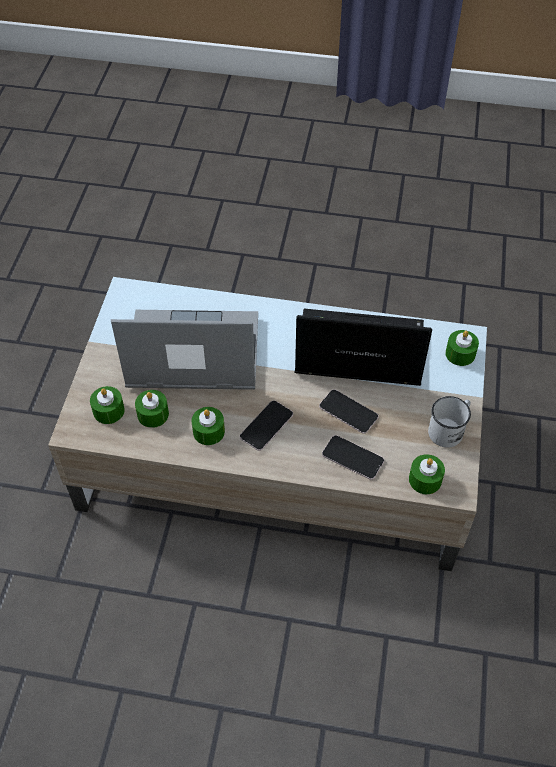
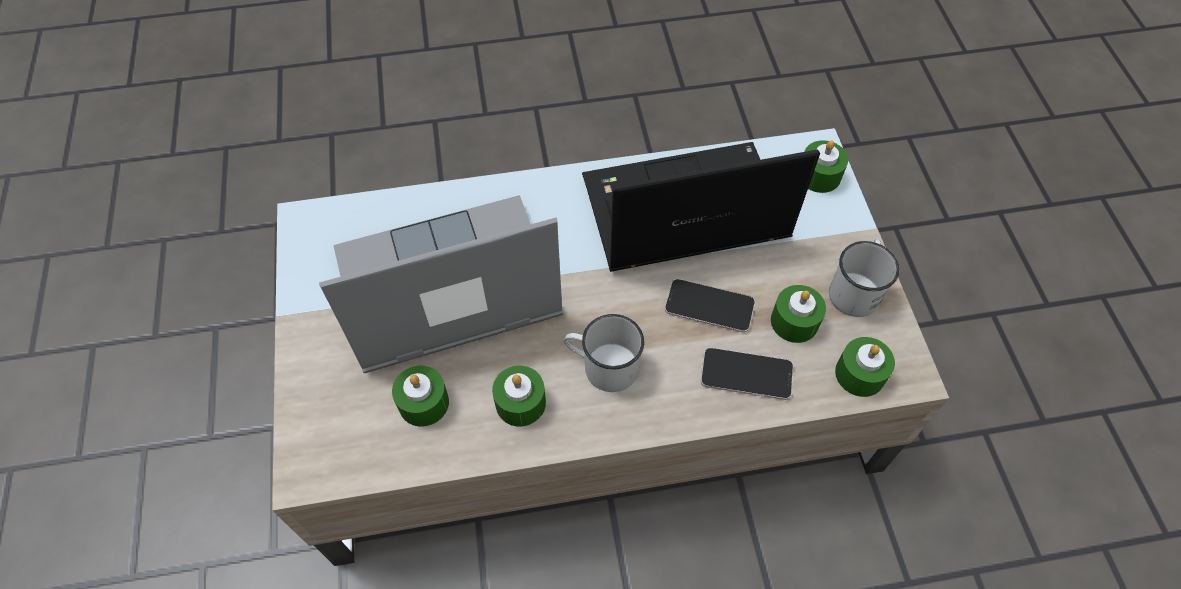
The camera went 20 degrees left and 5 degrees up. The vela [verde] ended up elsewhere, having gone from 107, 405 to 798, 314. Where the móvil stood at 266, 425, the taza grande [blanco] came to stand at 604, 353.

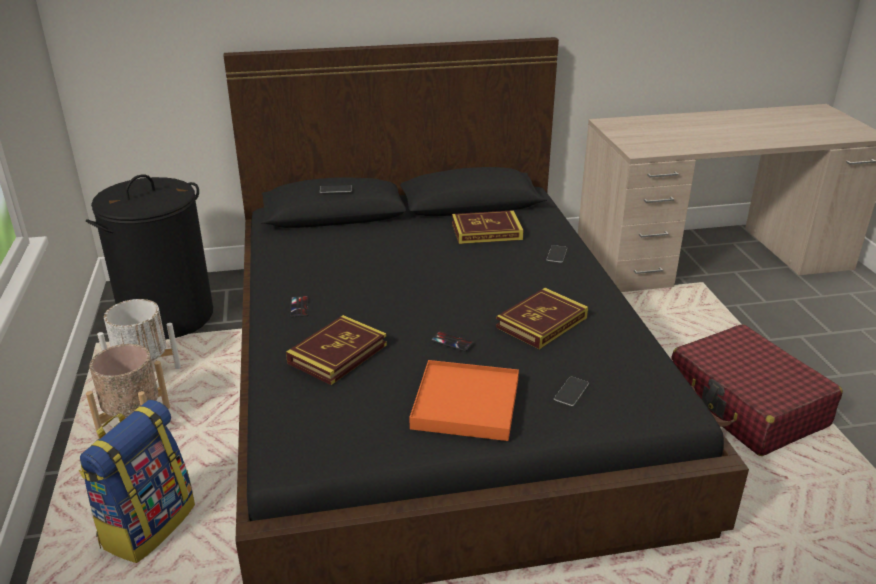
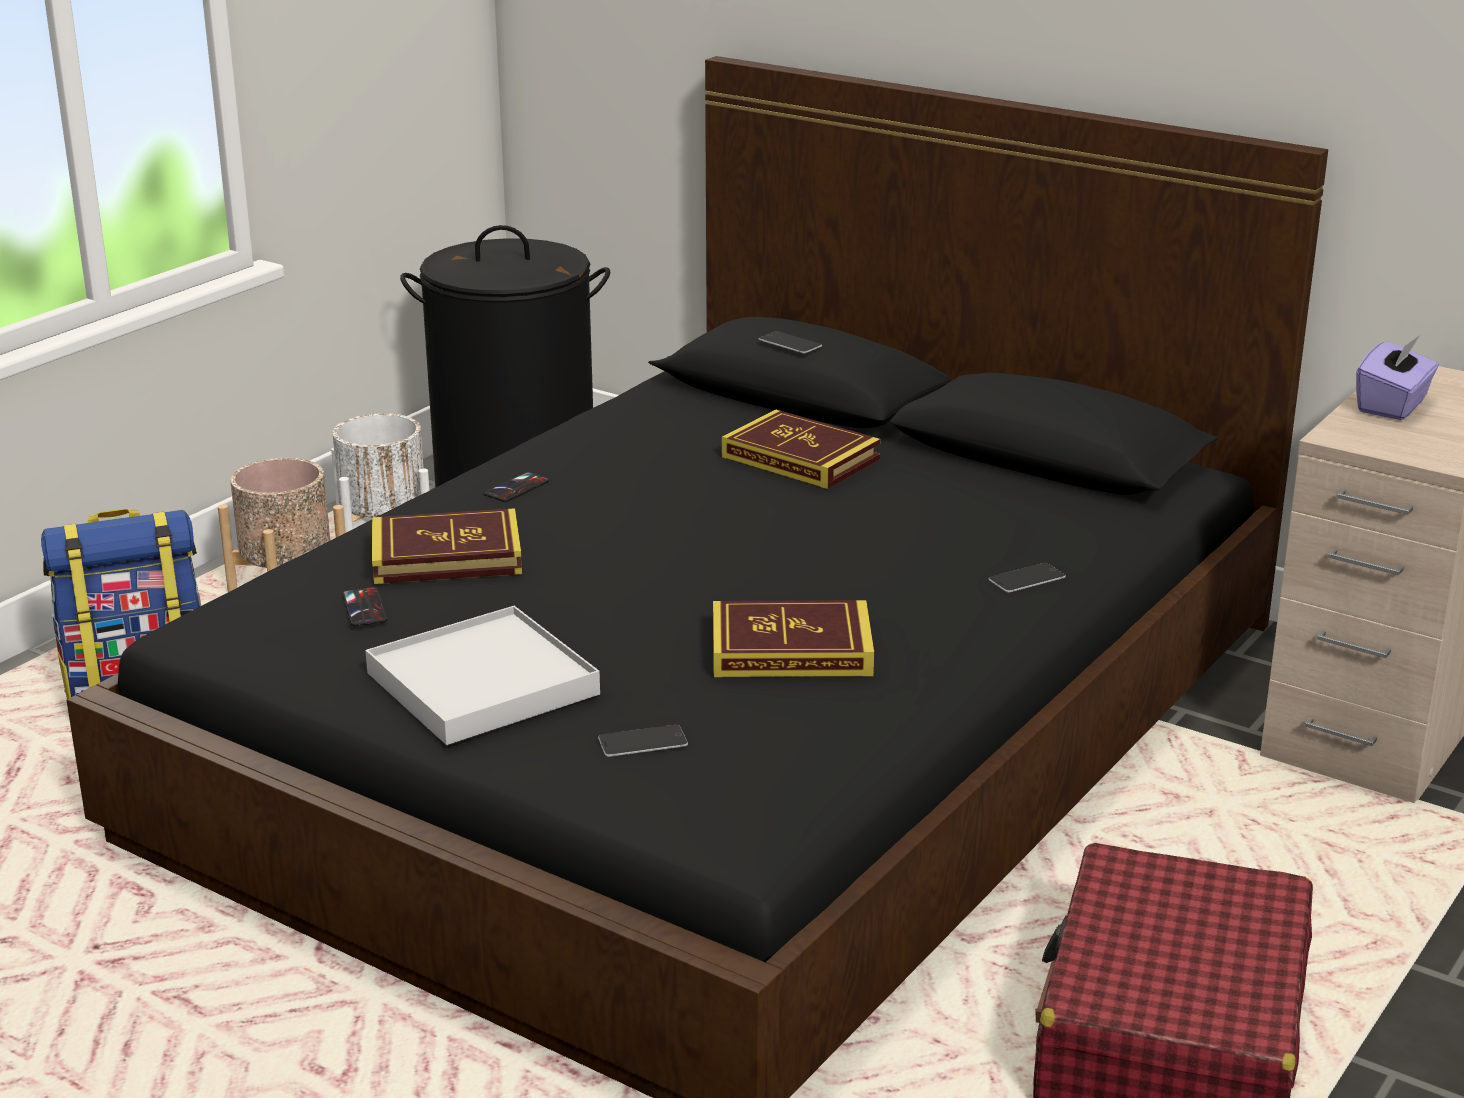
The camera went 45 degrees right and 5 degrees down. The second view gained the caja de pañuelos [morado] at 1397, 377. The móvil ended up elsewhere, having gone from 452, 341 to 364, 606. The libro ended up elsewhere, having gone from 487, 227 to 801, 449. What was the bandeja [naranja] at 464, 400 turned into the bandeja [blanco] at 482, 675.

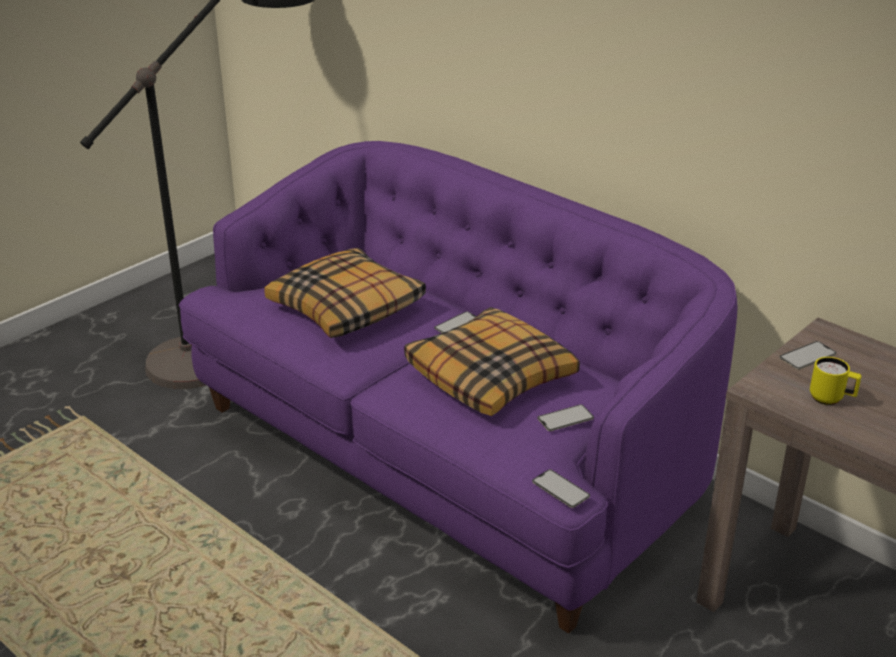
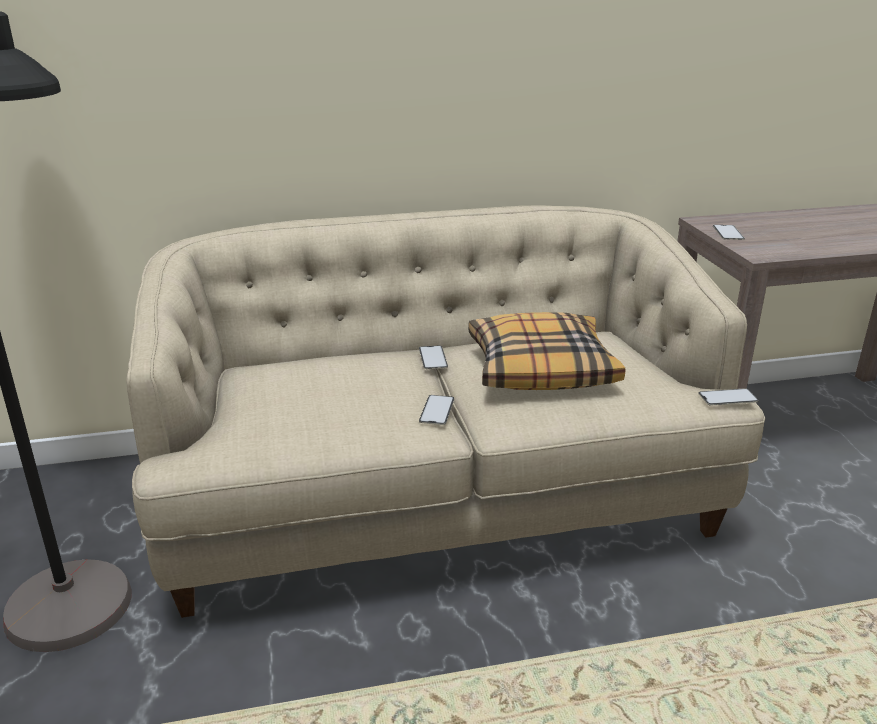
The camera went 55 degrees left and 5 degrees down. The second view lost the cojín at 345, 293. The second view lost the taza grande [amarillo] at 836, 381. The móvil ended up elsewhere, having gone from 565, 417 to 436, 410. What was the sofá [morado] at 458, 387 turned into the sofá [beis] at 445, 412.

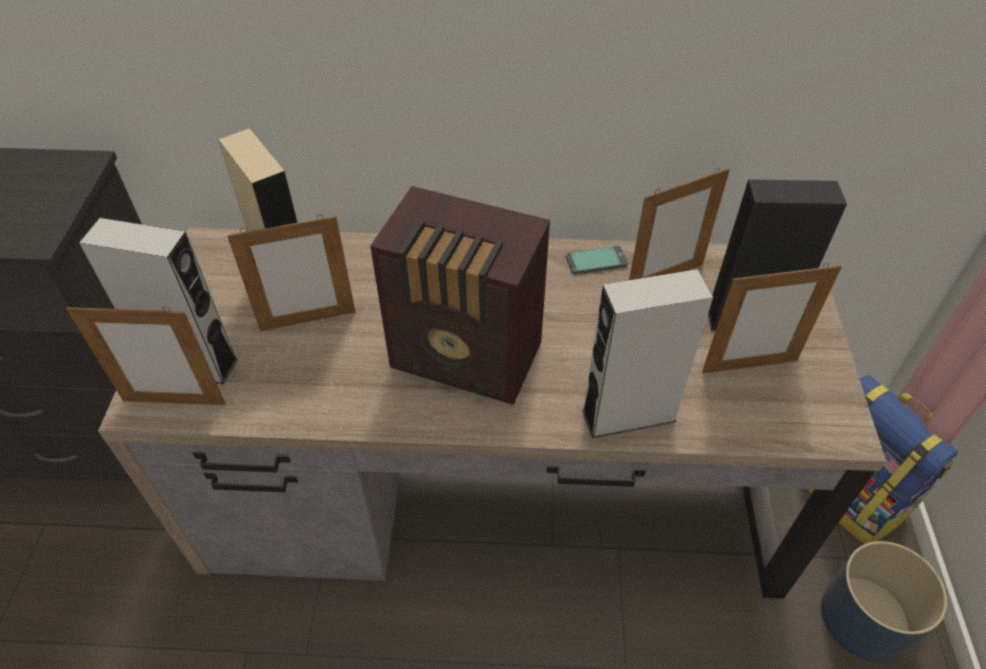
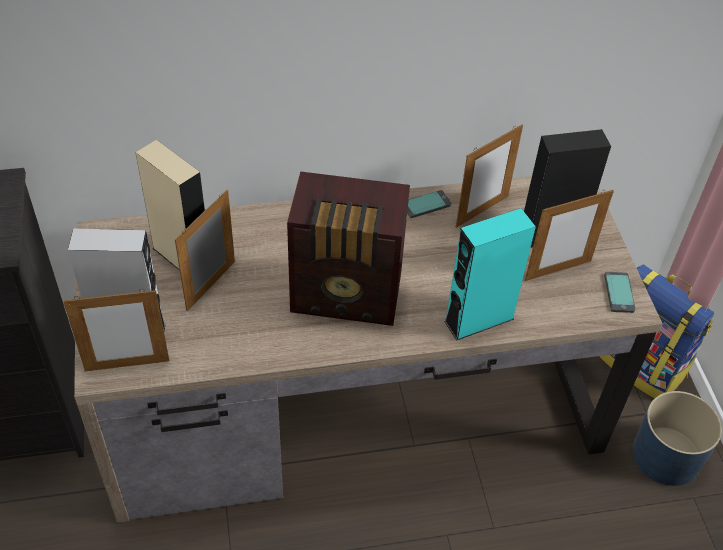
The camera went 15 degrees left and 0 degrees up. The second view gained the móvil at 619, 292. What was the altavoz [gris] at 647, 353 turned into the altavoz [turquesa] at 490, 274. The portarretratos at 291, 273 ended up facing another way, 150 degrees clockwise from before.

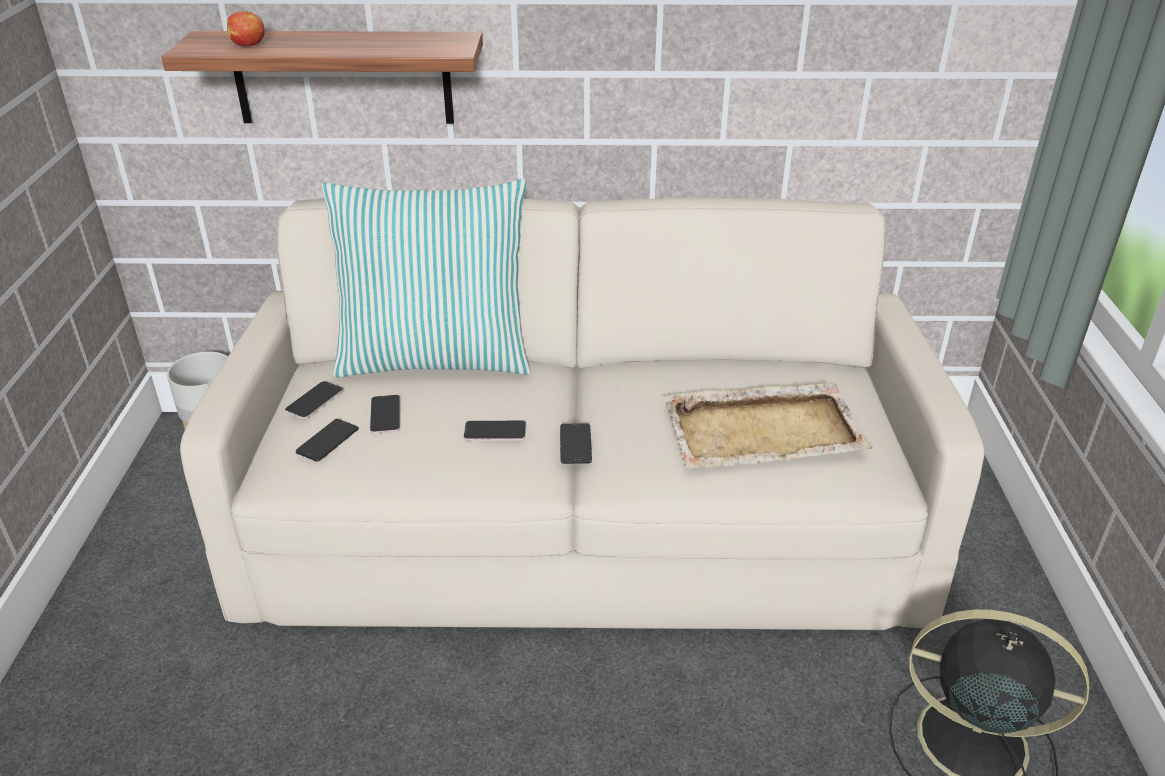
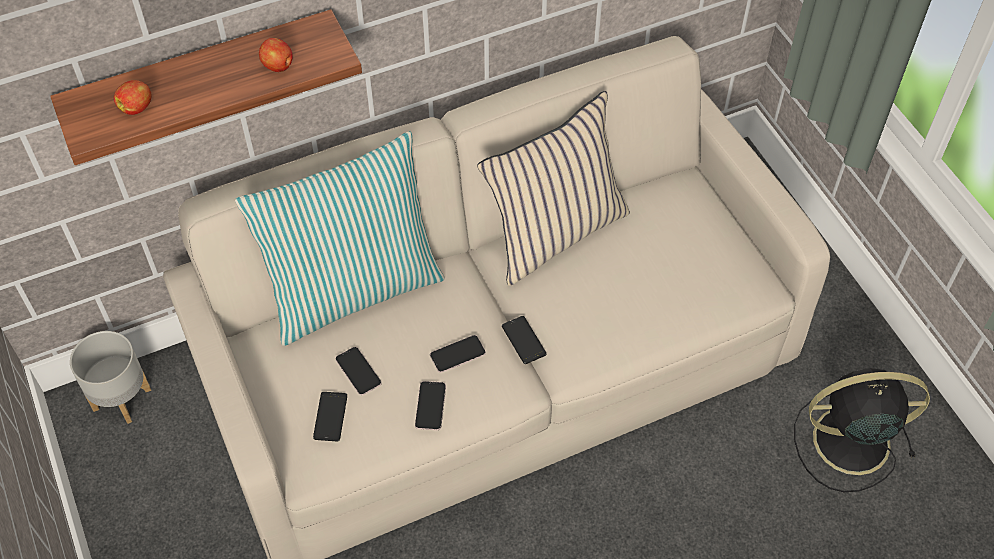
The camera went 25 degrees left and 20 degrees up. The second view lost the bandeja [beis] at 769, 425. The second view gained the manzana at 276, 55. The second view gained the cojín [beis] at 553, 188. The móvil ended up elsewhere, having gone from 314, 400 to 430, 405.

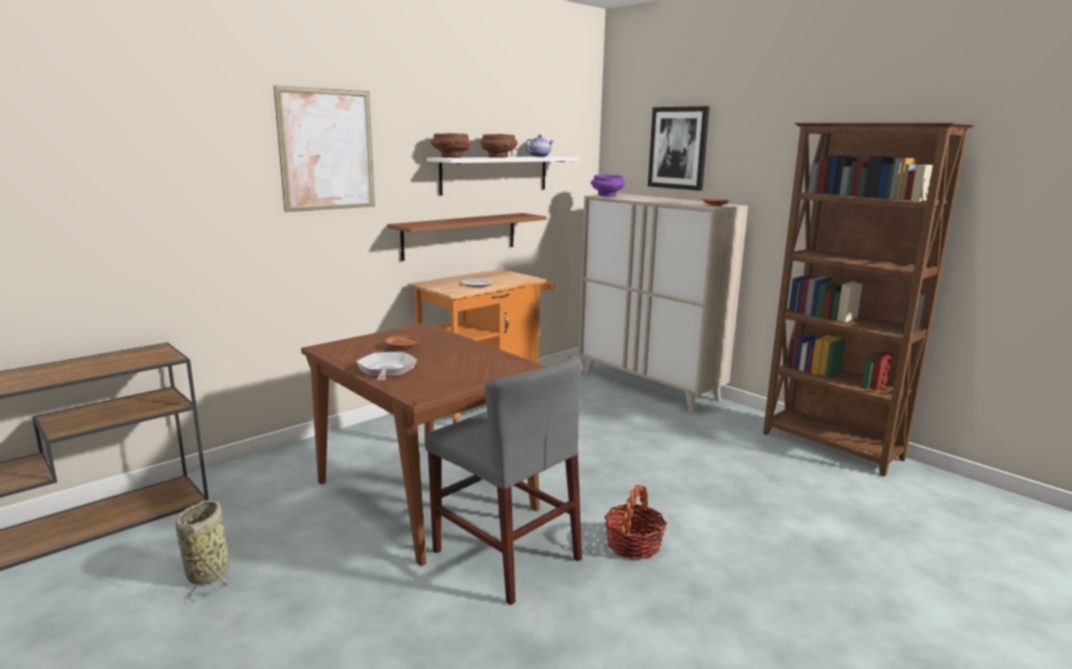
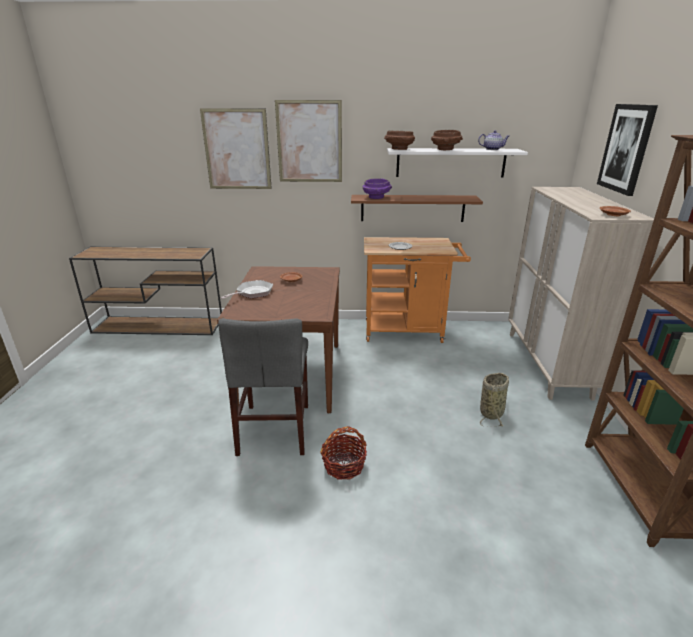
The camera went 45 degrees right and 10 degrees up. The second view gained the cuadro at 236, 148. The cesta ended up elsewhere, having gone from 202, 550 to 494, 400. The cuenco [morado] ended up elsewhere, having gone from 608, 185 to 377, 188.

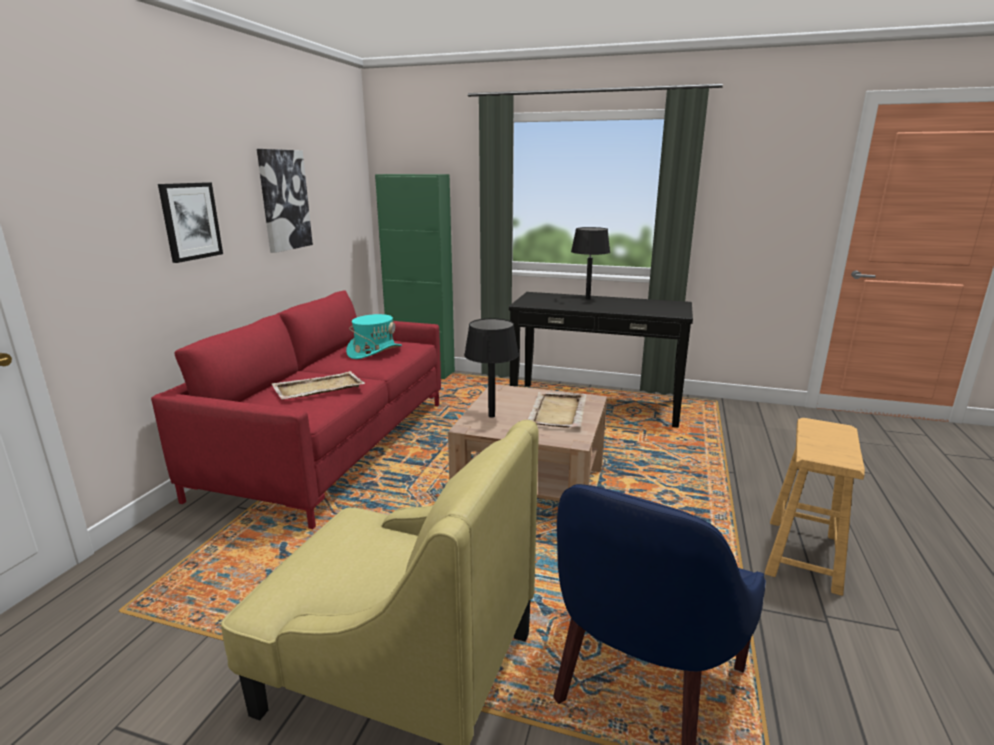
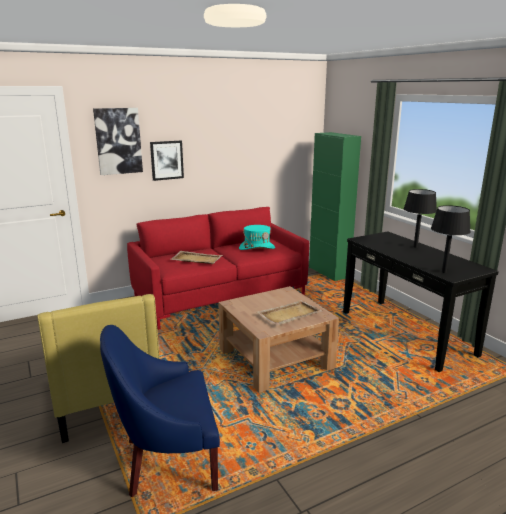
The camera went 45 degrees right and 0 degrees up. The second view lost the taburete [marrón] at 815, 507. The cuadro ended up elsewhere, having gone from 285, 201 to 118, 141. The lámpara de mesa [negro] ended up elsewhere, having gone from 491, 368 to 451, 239.

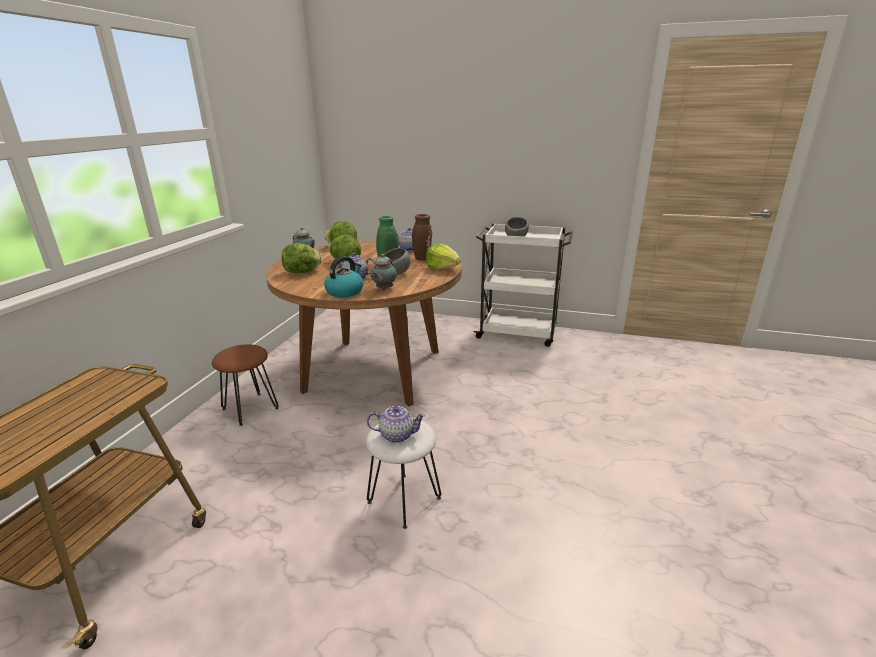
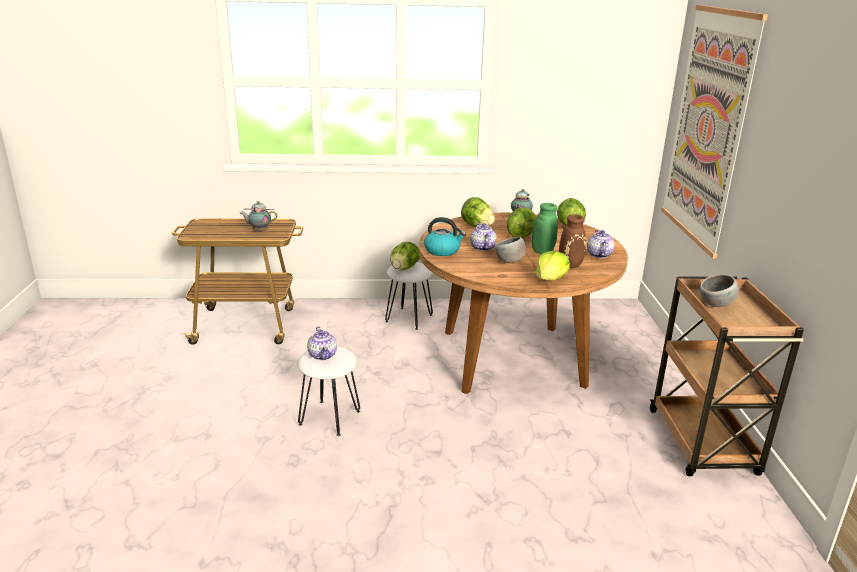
The camera went 70 degrees right and 0 degrees up. The second view gained the lechuga at 405, 256. The second view gained the cuadro at 714, 132. The tetera ended up elsewhere, having gone from 384, 272 to 258, 216. What was the taburete [marrón] at 245, 385 turned into the taburete [blanco] at 409, 296. What was the carrito [blanco] at 523, 285 turned into the carrito [marrón] at 727, 376.

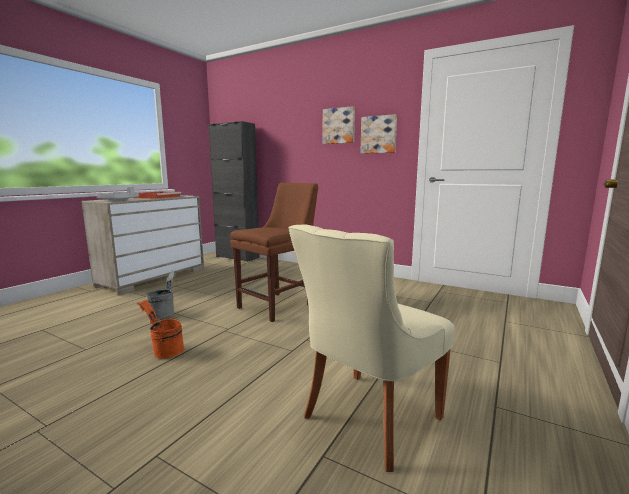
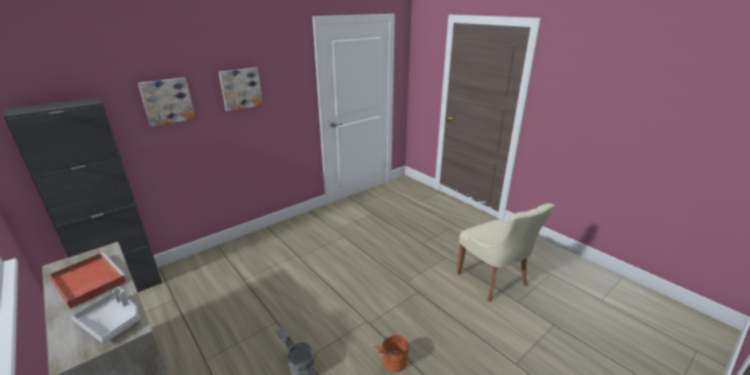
The camera went 70 degrees left and 15 degrees up. The second view lost the silla [marrón] at 274, 252. The cuadro ended up elsewhere, having gone from 378, 134 to 166, 102.

